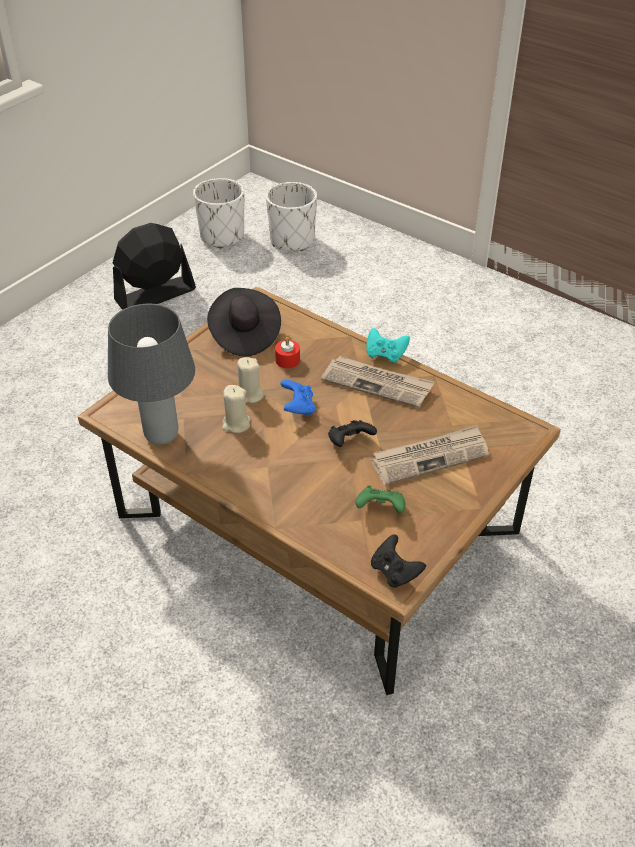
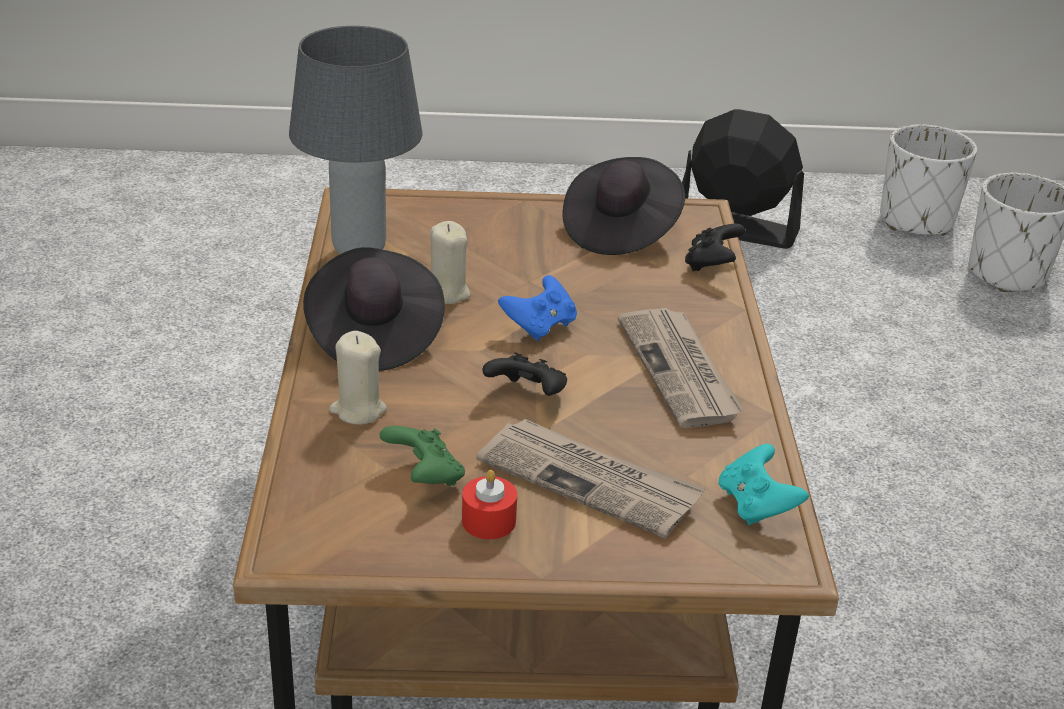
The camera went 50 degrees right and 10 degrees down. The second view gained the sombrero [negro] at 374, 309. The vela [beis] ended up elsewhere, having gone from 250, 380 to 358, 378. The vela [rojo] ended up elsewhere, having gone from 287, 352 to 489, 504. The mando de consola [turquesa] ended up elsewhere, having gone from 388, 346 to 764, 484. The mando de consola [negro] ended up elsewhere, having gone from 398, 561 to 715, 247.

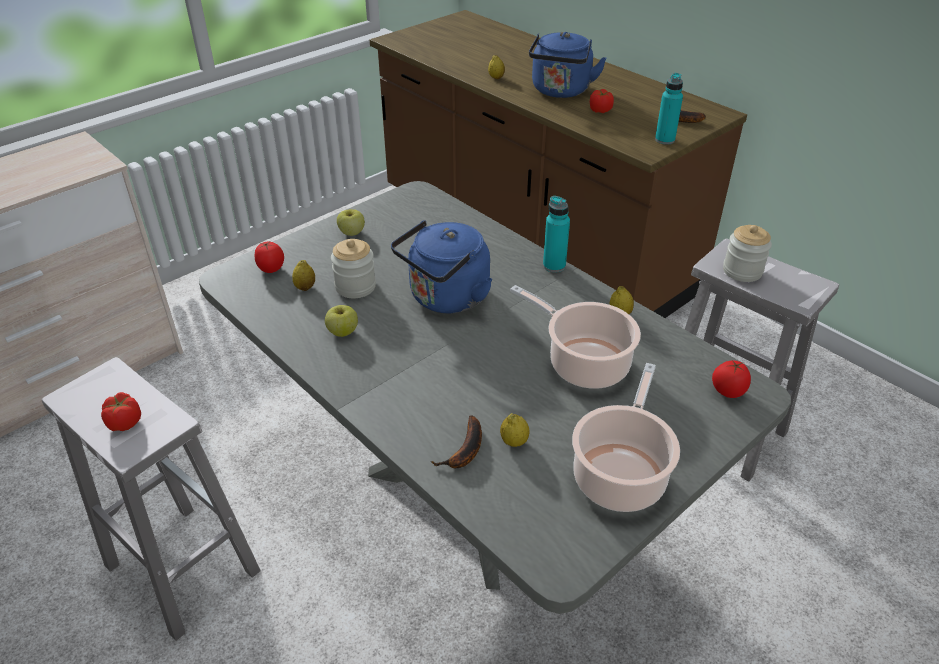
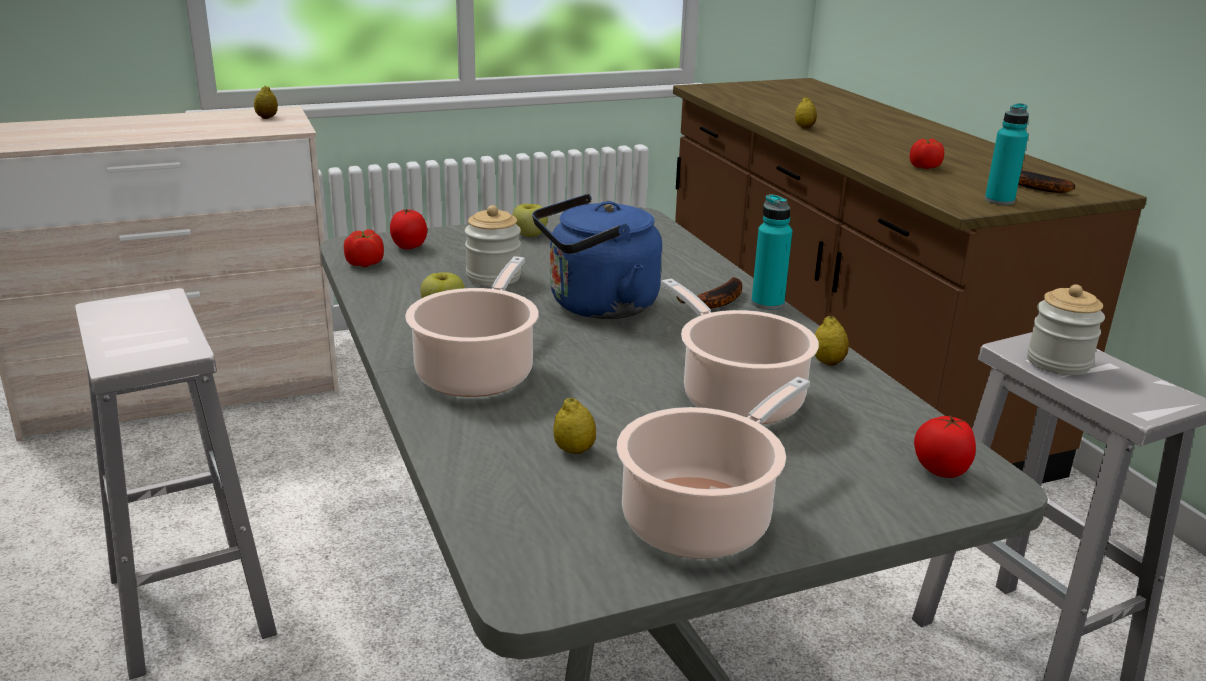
The camera went 20 degrees right and 15 degrees down. The second view lost the hervidor [azul] at 568, 65. The second view gained the olla at 472, 326. The tomate ended up elsewhere, having gone from 121, 411 to 364, 248. The limón ended up elsewhere, having gone from 303, 275 to 266, 102. The plátano ended up elsewhere, having gone from 456, 441 to 709, 293.

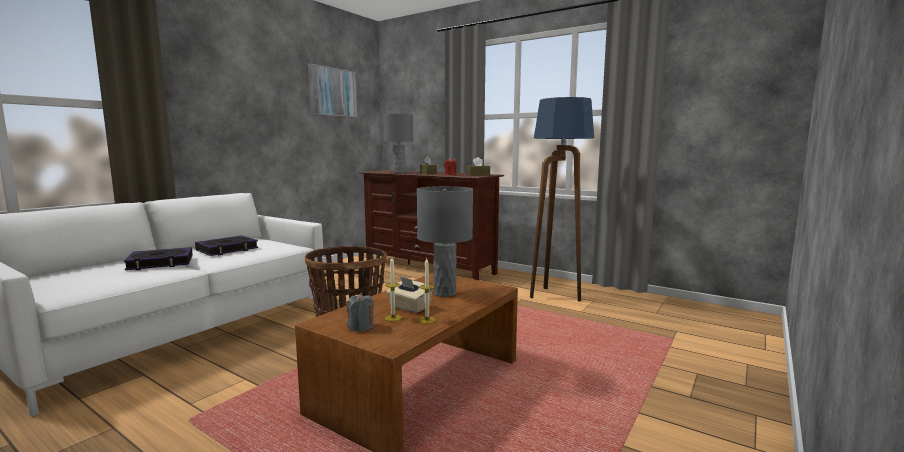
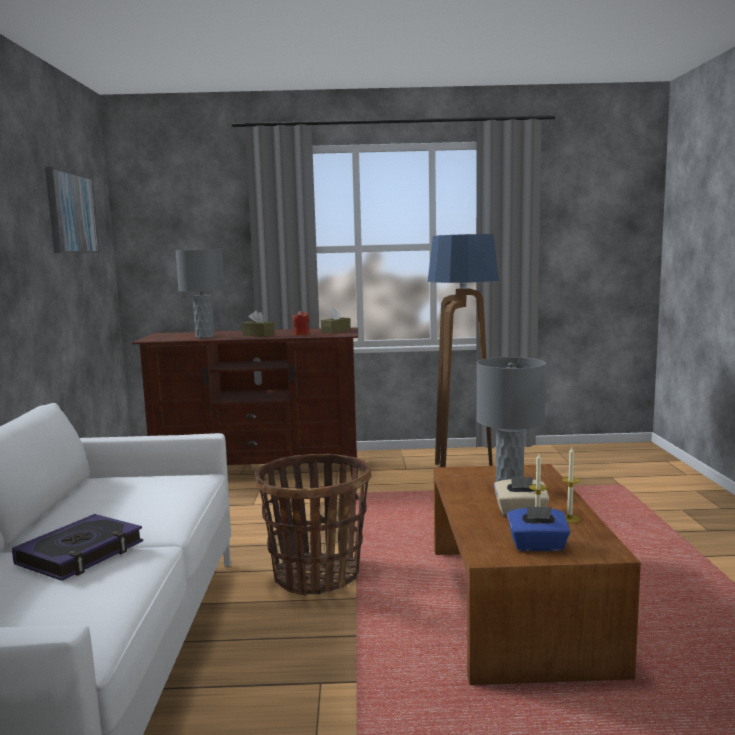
The camera went 35 degrees left and 0 degrees up. The second view lost the libro at 226, 245. Where the vela [gris] stood at 360, 312, the caja de pañuelos [azul] came to stand at 538, 528.

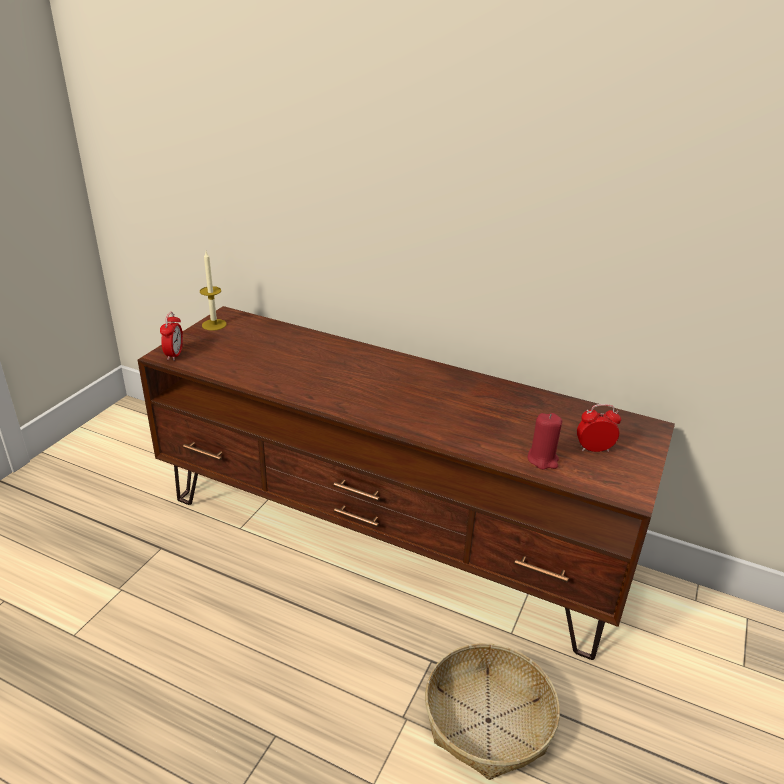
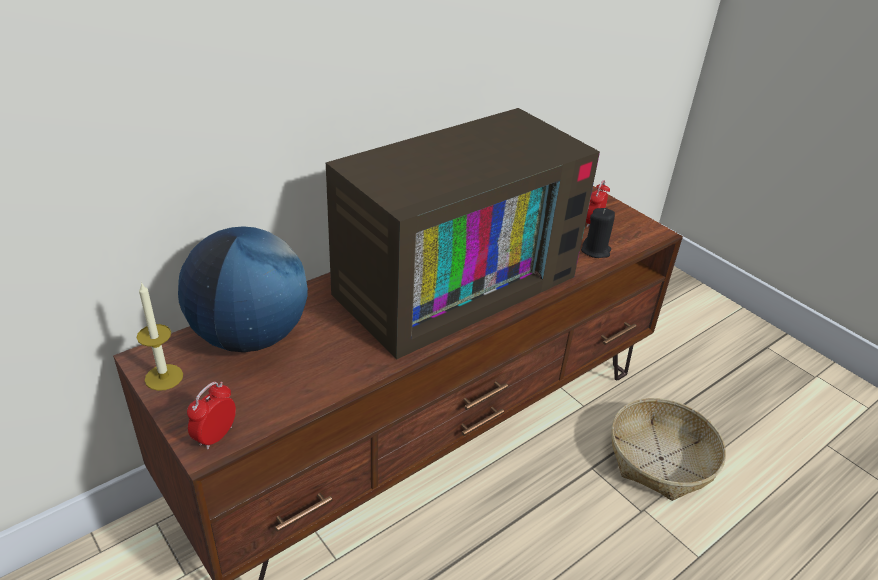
The camera went 65 degrees left and 5 degrees up. The second view gained the globo terráqueo at 243, 289. The second view gained the televisor at 463, 234. What was the vela [rojo] at 545, 441 turned into the vela [negro] at 598, 233. The despertador at 171, 336 ended up facing another way, 90 degrees counterclockwise from before.

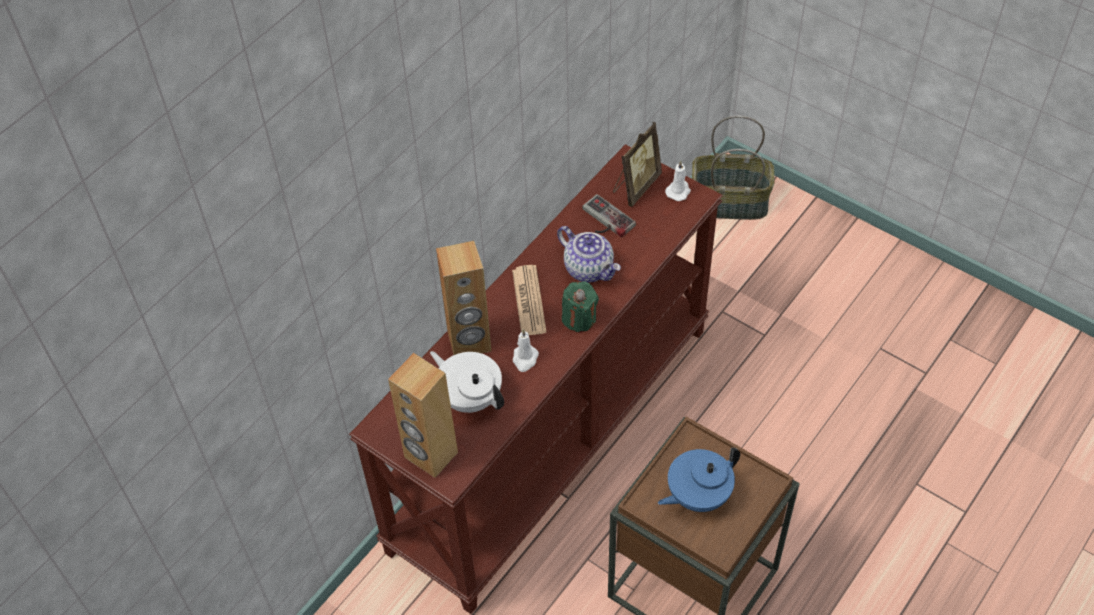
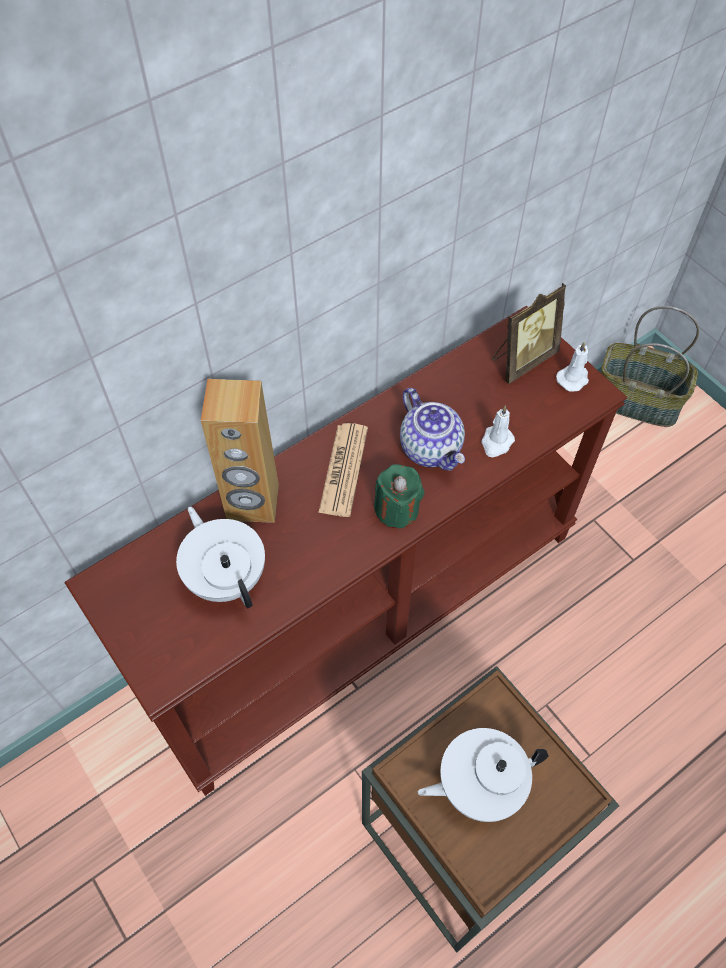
The camera went 15 degrees right and 5 degrees up. The second view lost the altavoz [marrón] at 423, 415. The second view lost the mando de consola at 609, 215. The vela [blanco] ended up elsewhere, having gone from 526, 350 to 498, 431. What was the tetera [azul] at 699, 480 turned into the tetera [blanco] at 483, 775.

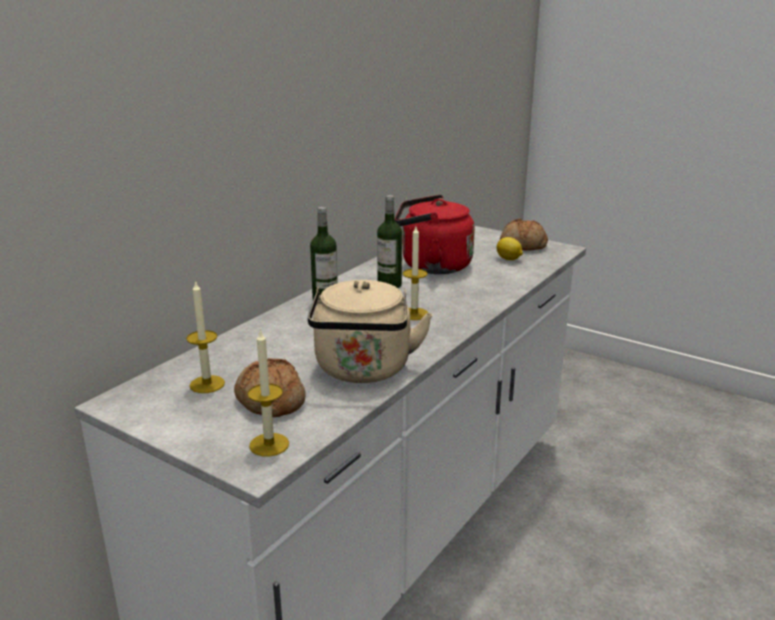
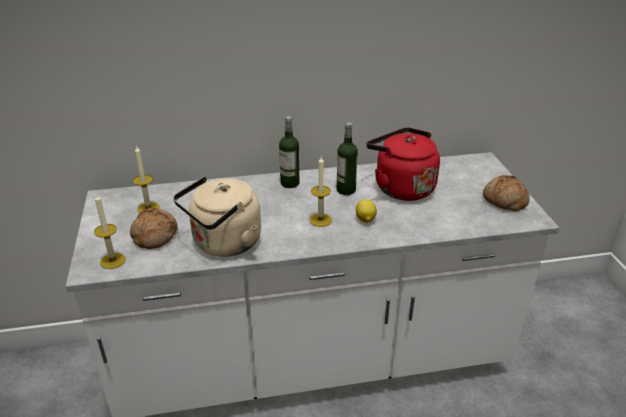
The camera went 45 degrees right and 10 degrees up. The limón ended up elsewhere, having gone from 509, 248 to 366, 211.

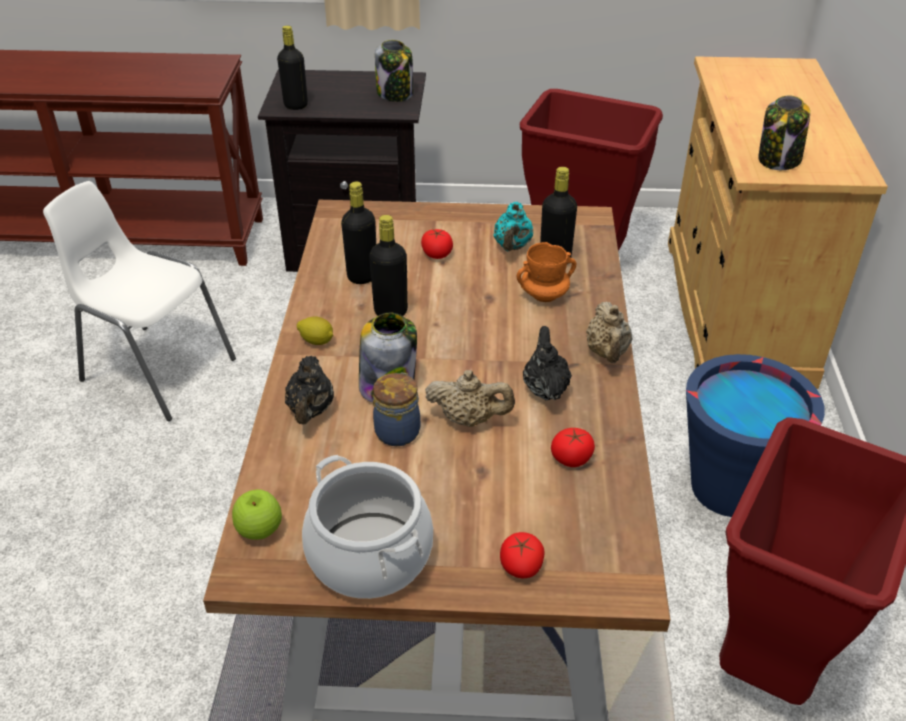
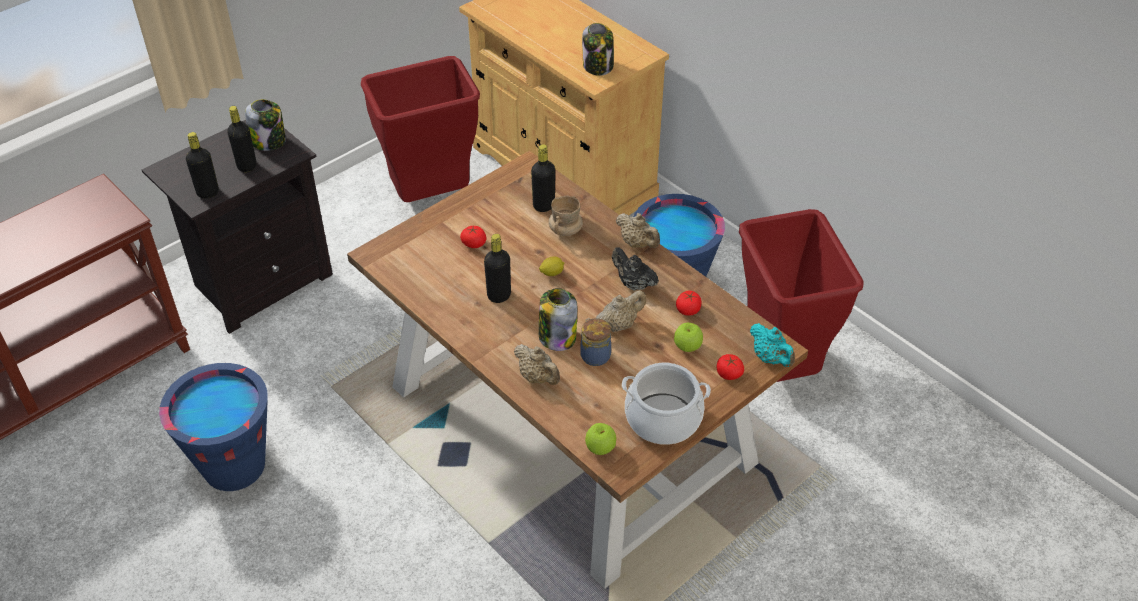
The camera went 45 degrees left and 5 degrees up. The second view gained the manzana at 688, 337. The limón ended up elsewhere, having gone from 315, 330 to 551, 266. The botella [negro] ended up elsewhere, having gone from 358, 232 to 242, 139. The tetera [turquesa] ended up elsewhere, having gone from 513, 226 to 772, 345. Where the silla [blanco] stood at 139, 301, the cubo [azul] came to stand at 213, 427. What was the tetera [negro] at 309, 390 turned into the tetera [beis] at 537, 364. What was the taza grande [naranja] at 546, 272 turned into the taza grande [beis] at 565, 216.

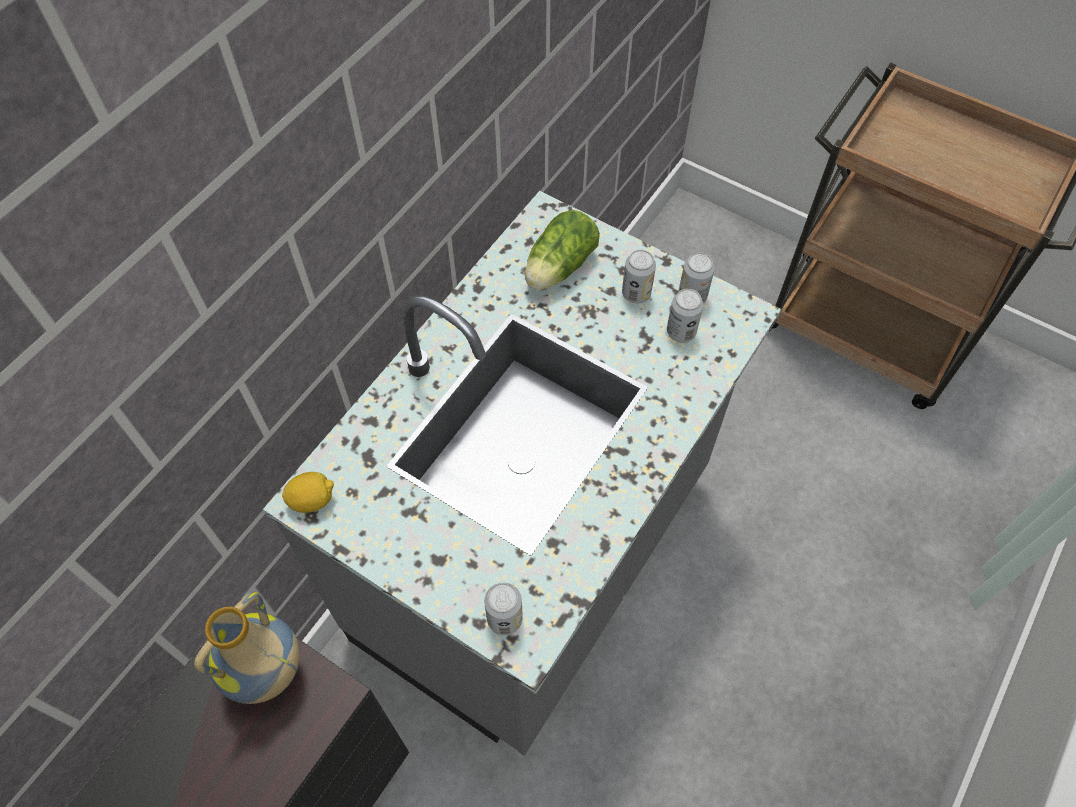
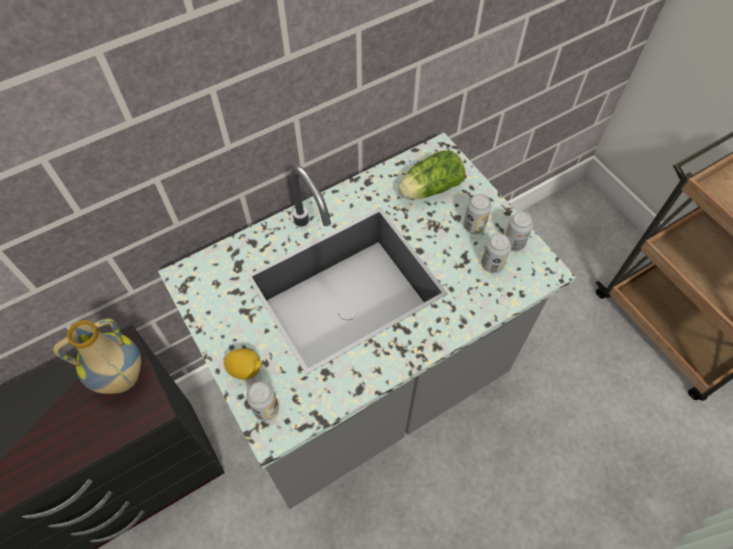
The camera went 25 degrees right and 0 degrees up. The limón ended up elsewhere, having gone from 308, 492 to 243, 364.

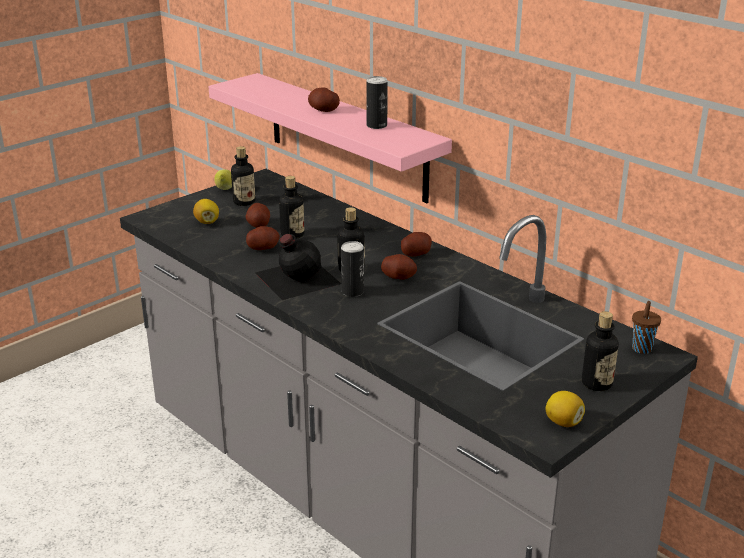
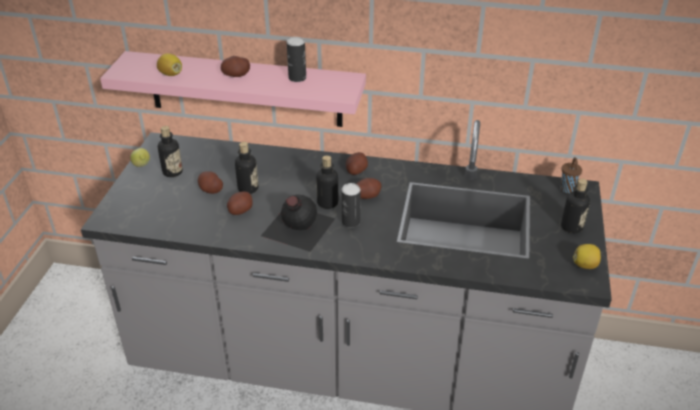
The camera went 35 degrees left and 10 degrees up. The limón ended up elsewhere, having gone from 206, 211 to 169, 64.

